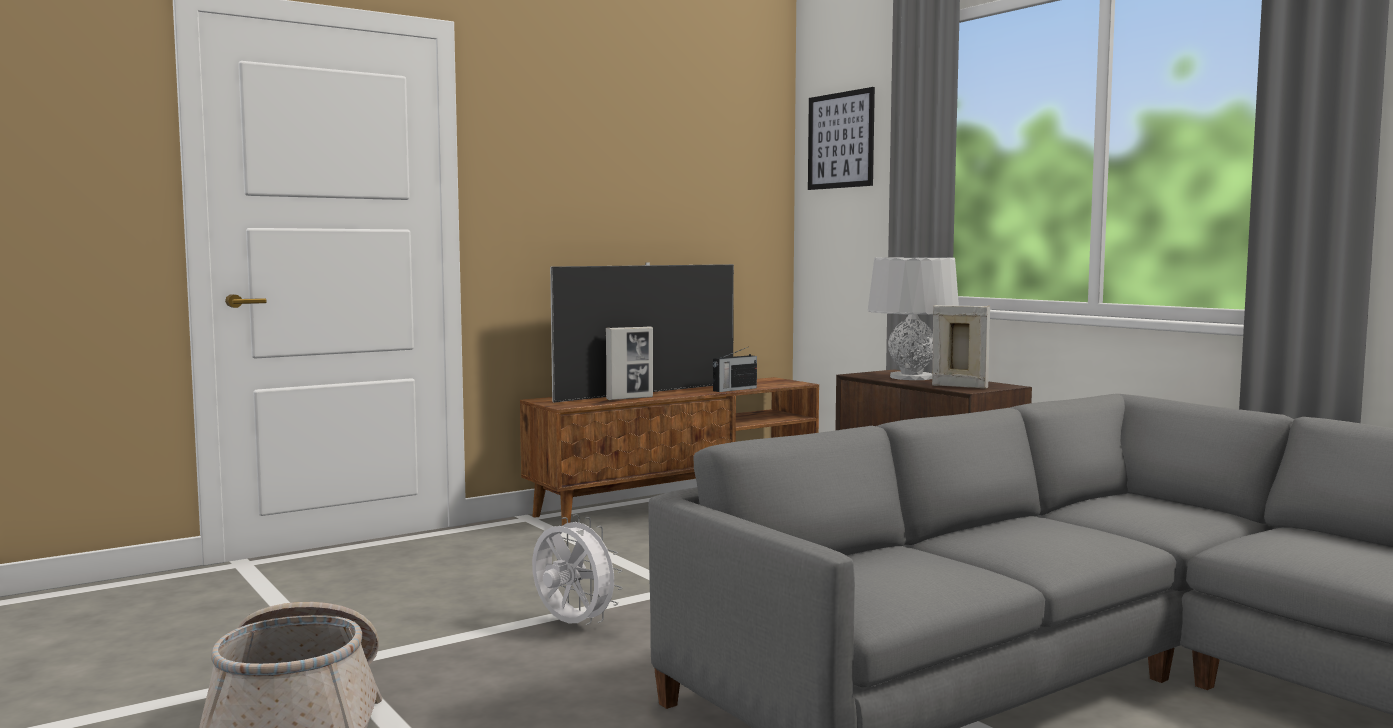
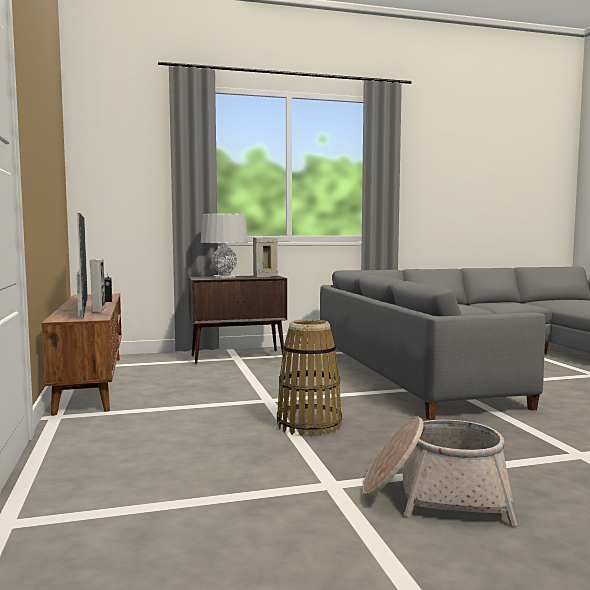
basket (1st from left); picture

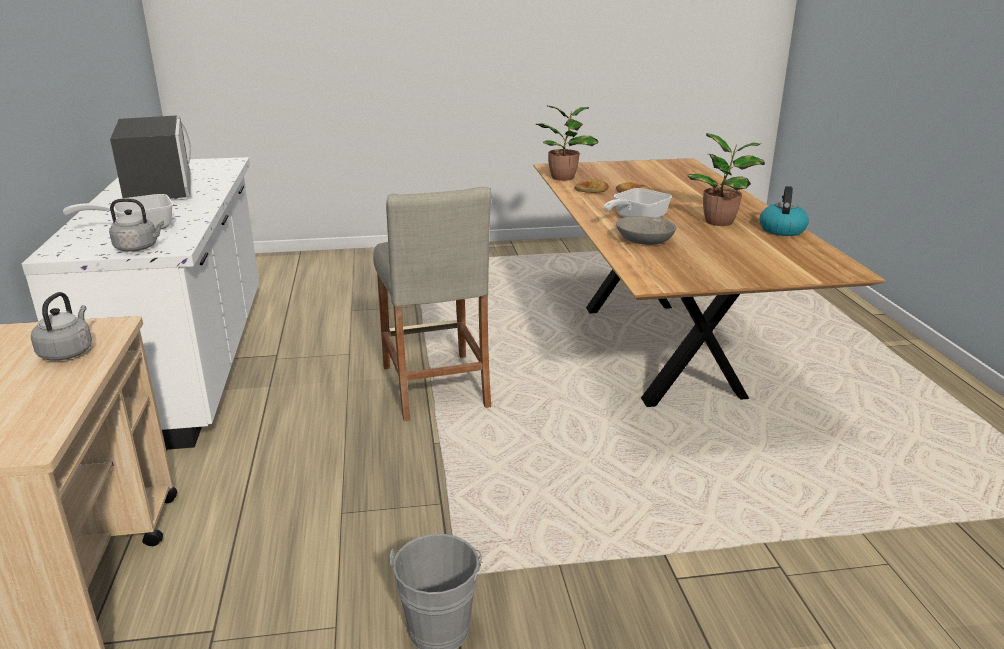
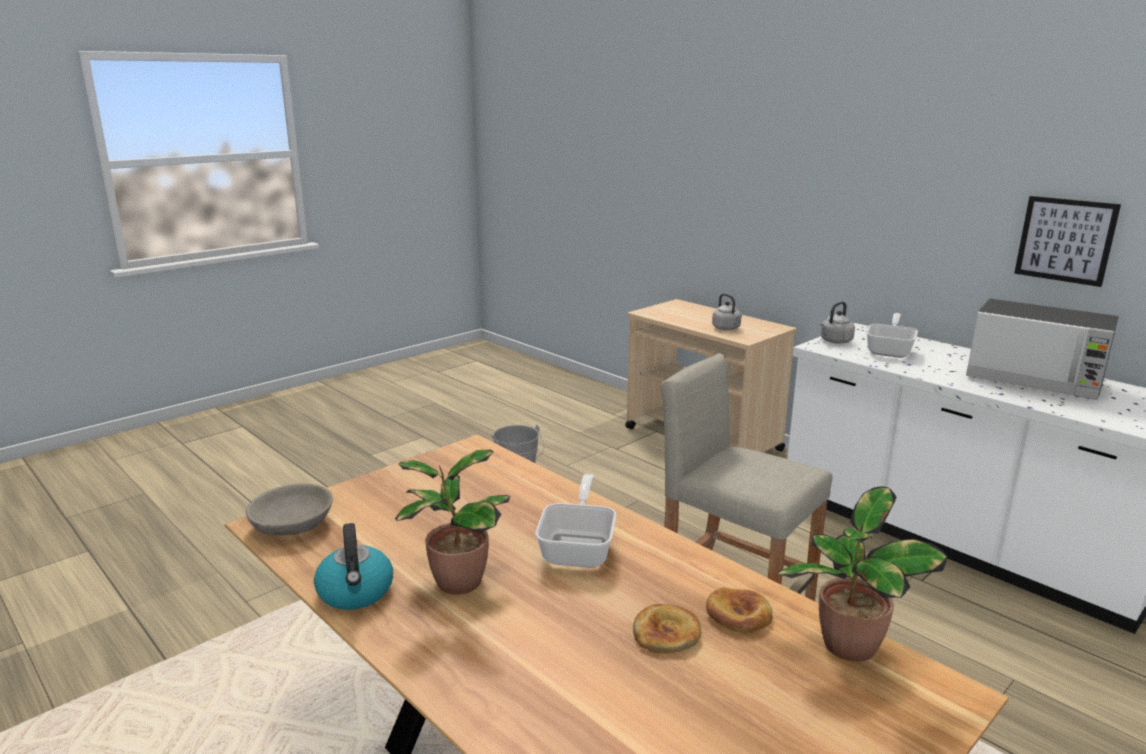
greyish_bowl; picture

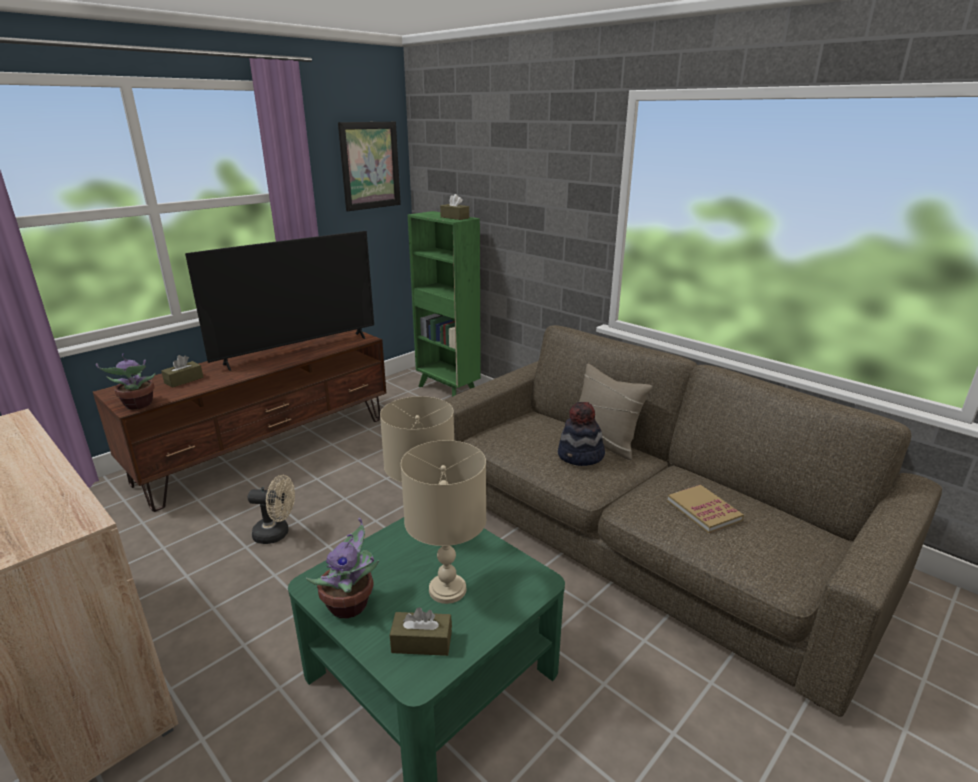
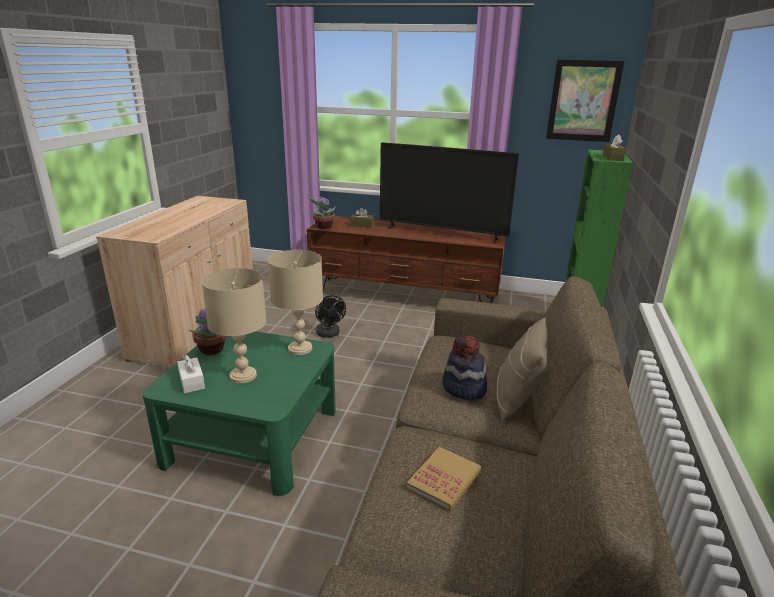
black-coloured_electric_fan; whitish_tissue_holder

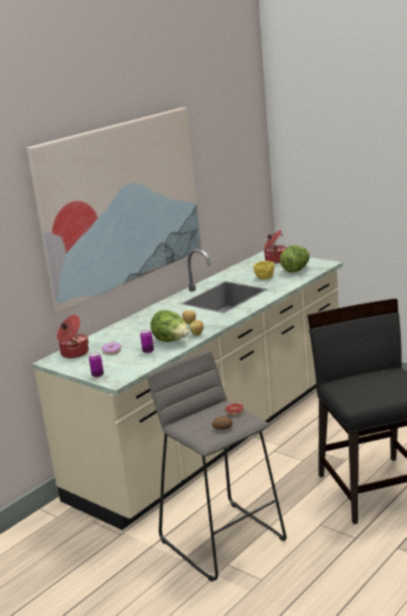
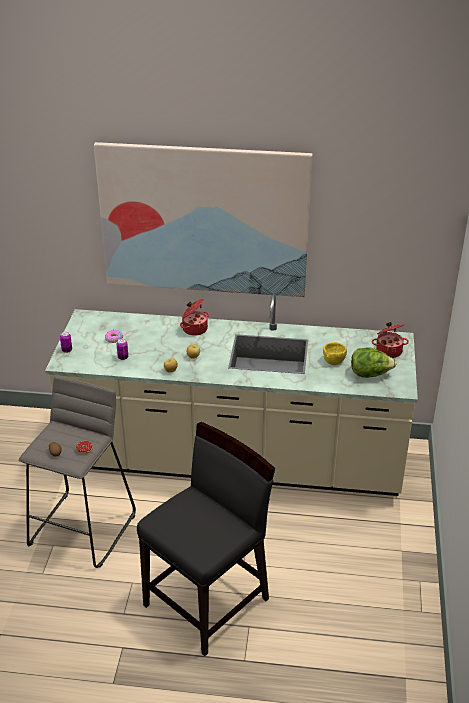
stockpot (1st from left); head_of_lettuce (1st from left in the first image)

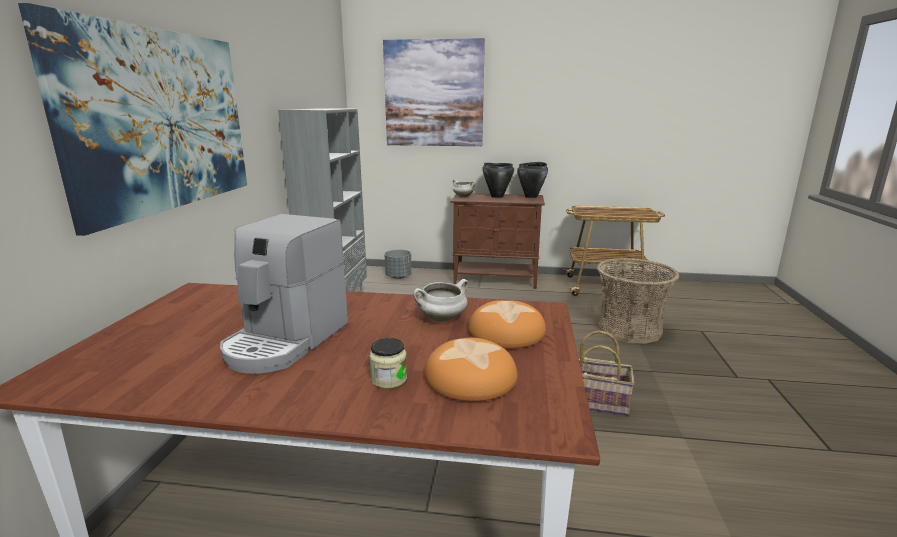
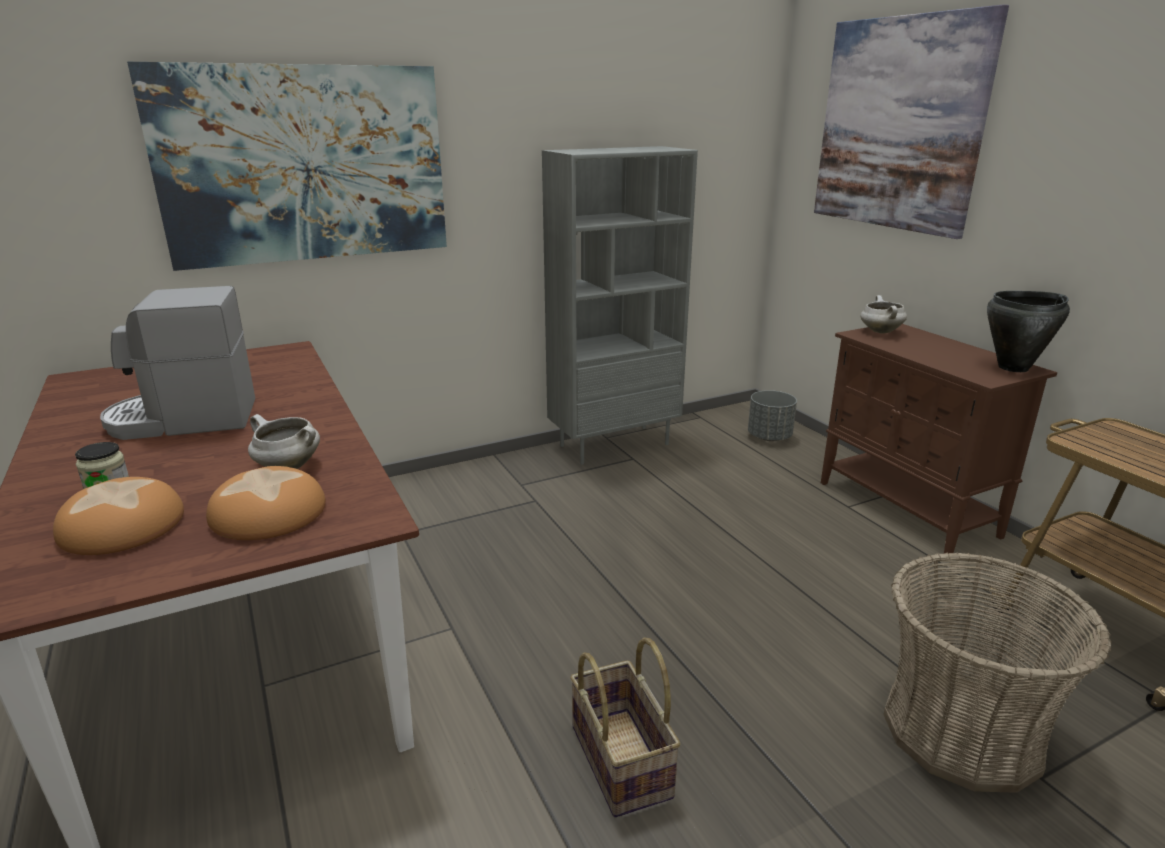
black-coloured_stockpot (1st from left in the first image)

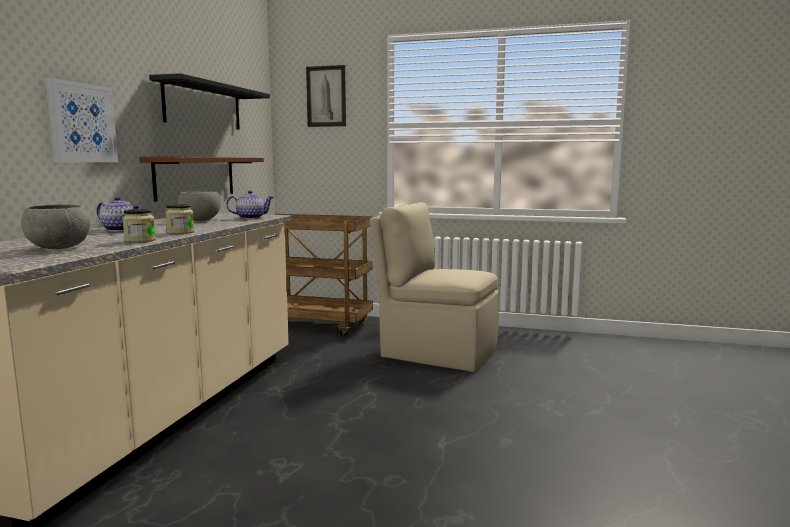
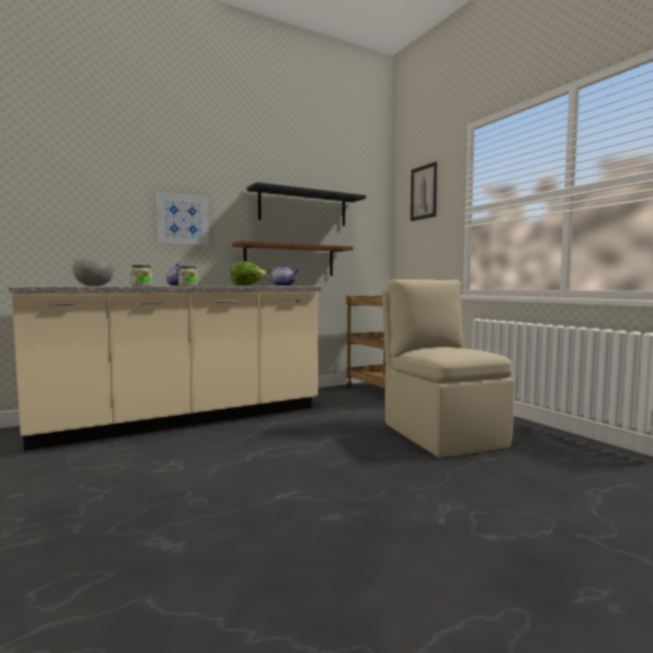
head_of_lettuce

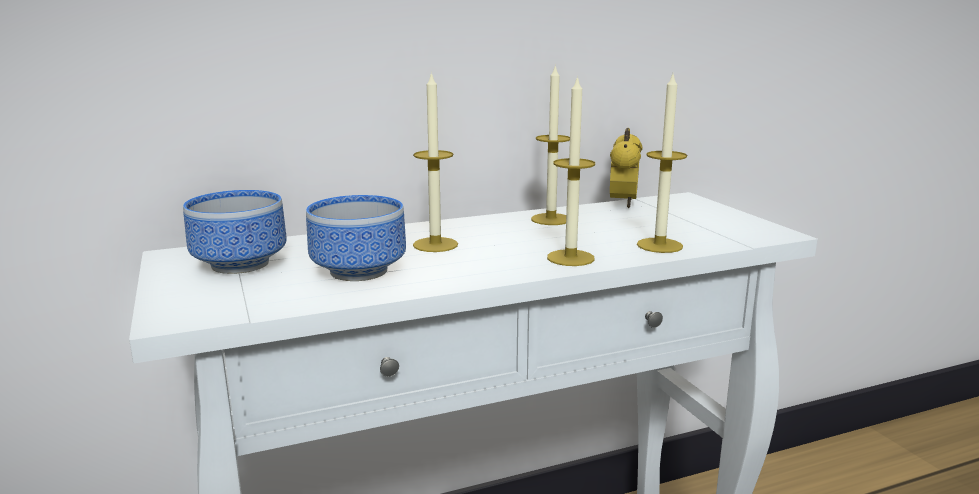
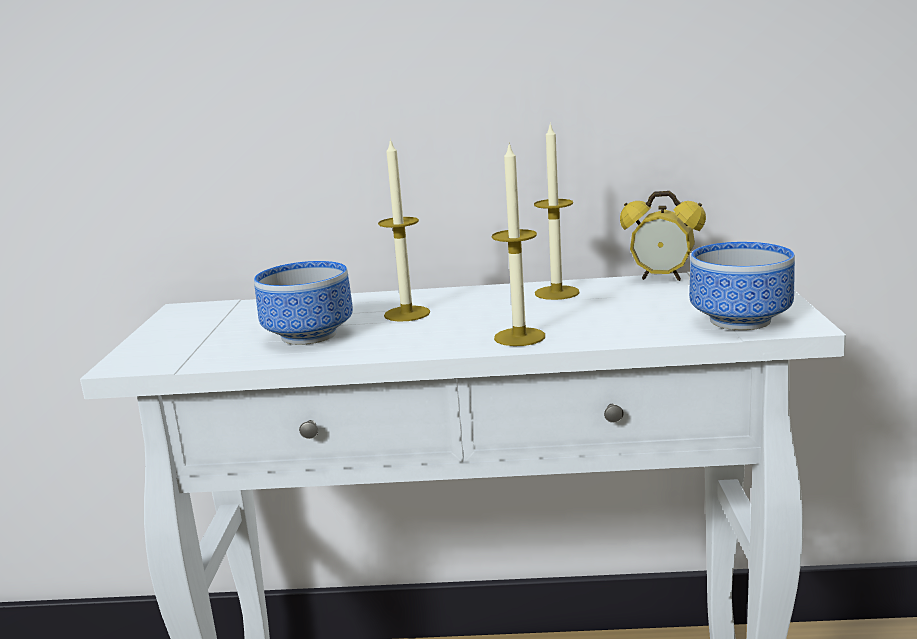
bowl (2nd from left); alarm_clock; wax_light (4th from left in the first image)

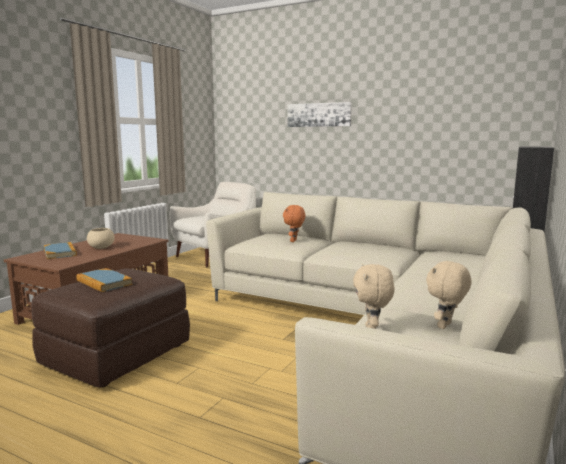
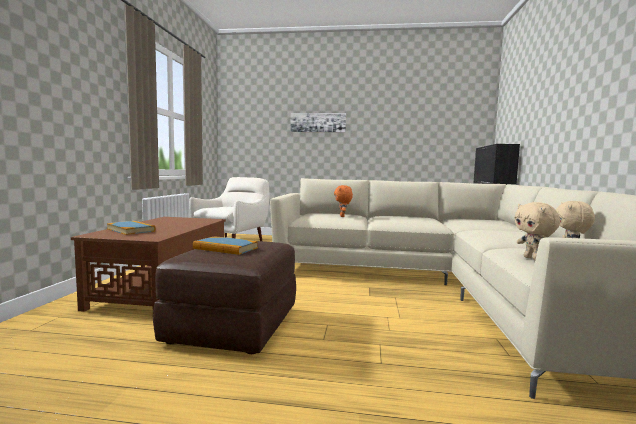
beige_bowl

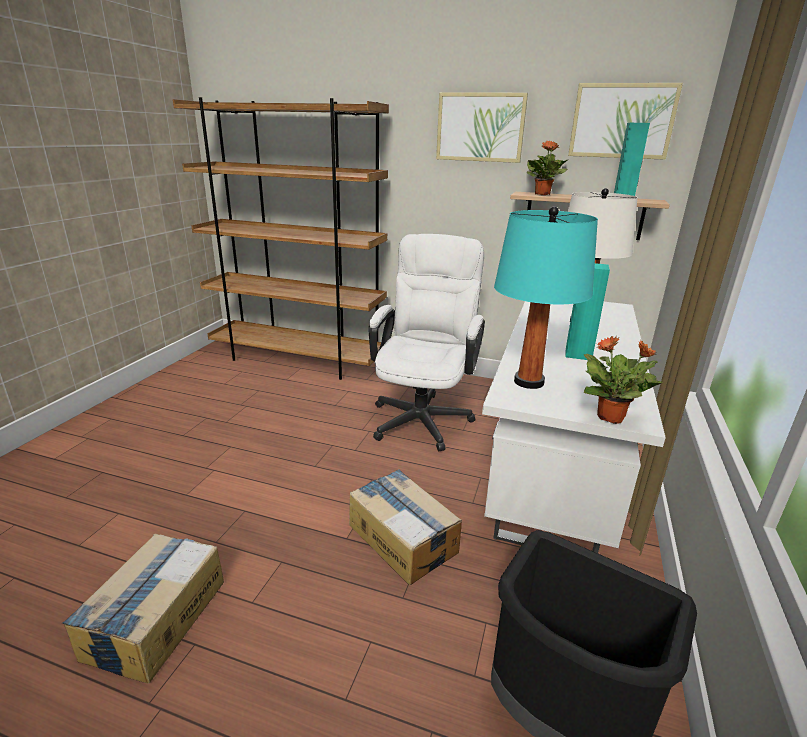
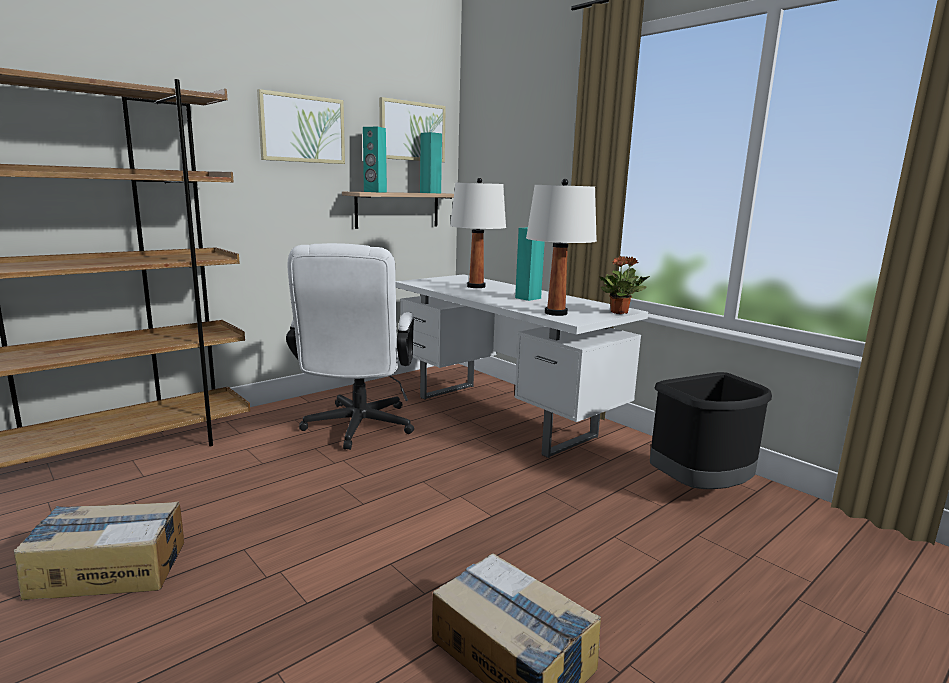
carton (1st from left); whitish_desk_chair; whitish_tabletop_lamp (2nd from left); turquoise-coloured_audio_speaker (1st from left)

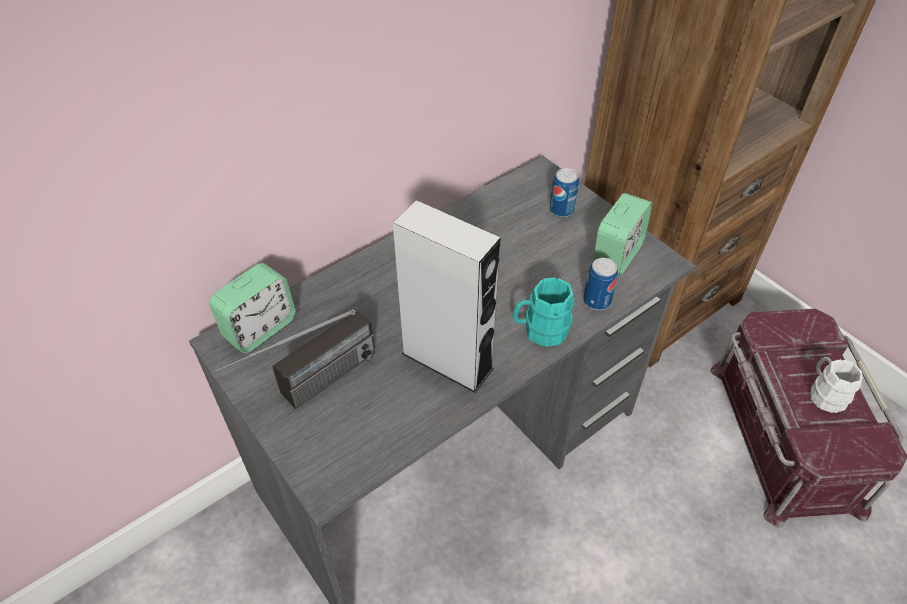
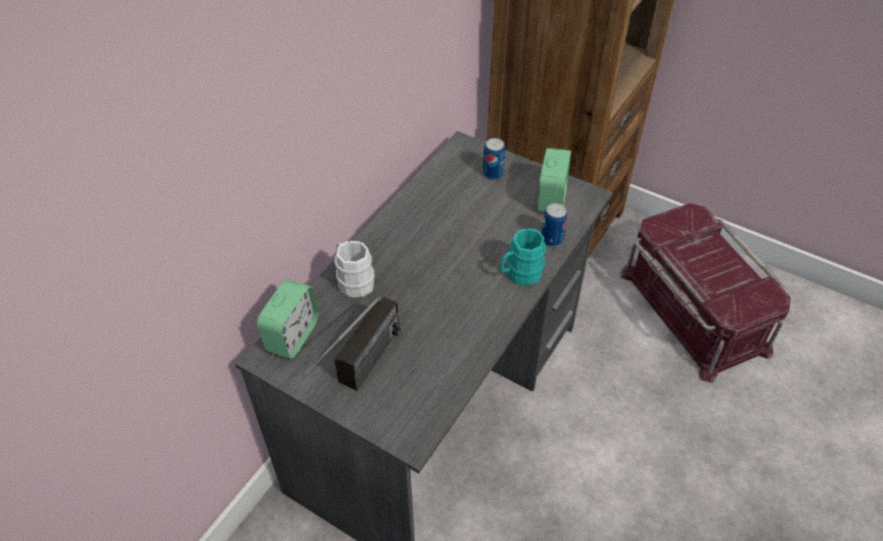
greyish_audio_speaker; whitish_mug

